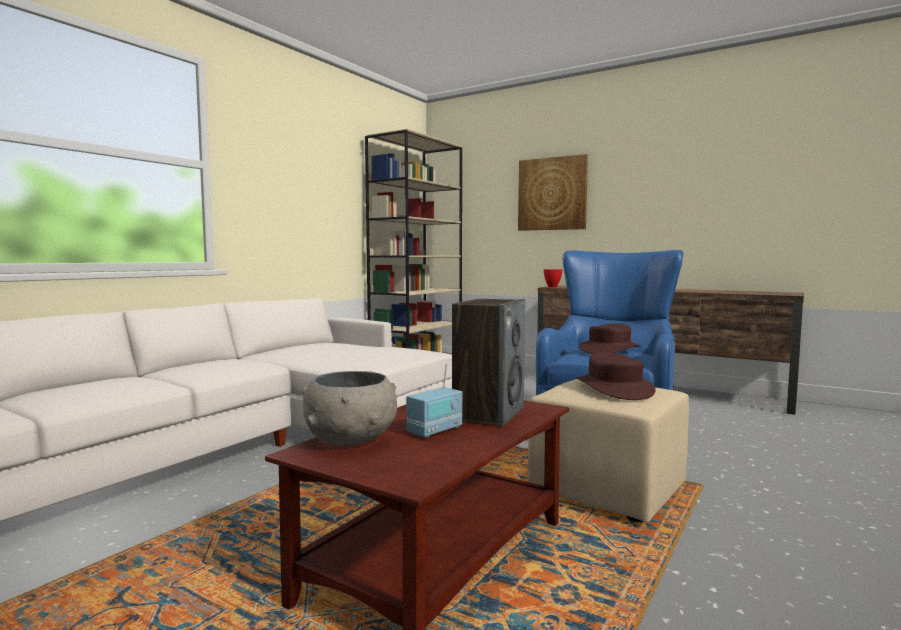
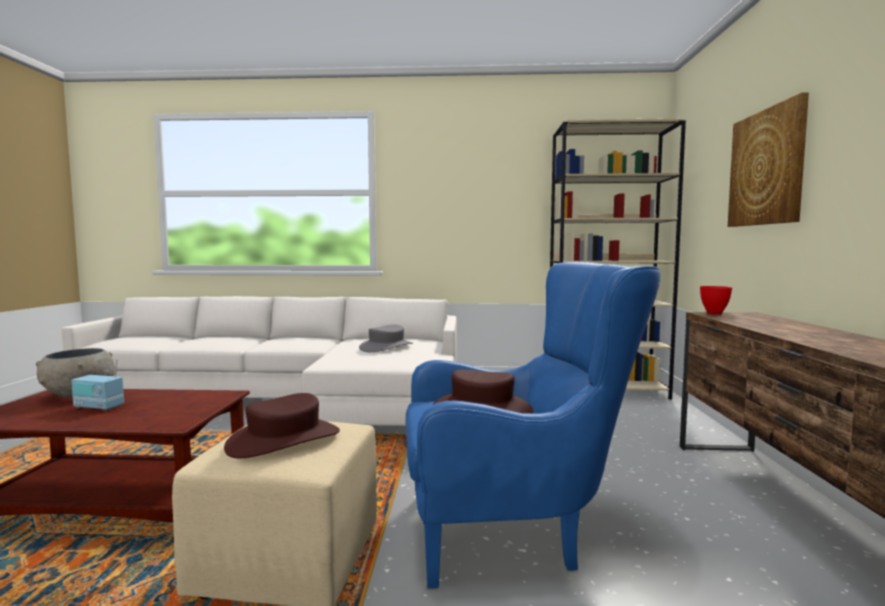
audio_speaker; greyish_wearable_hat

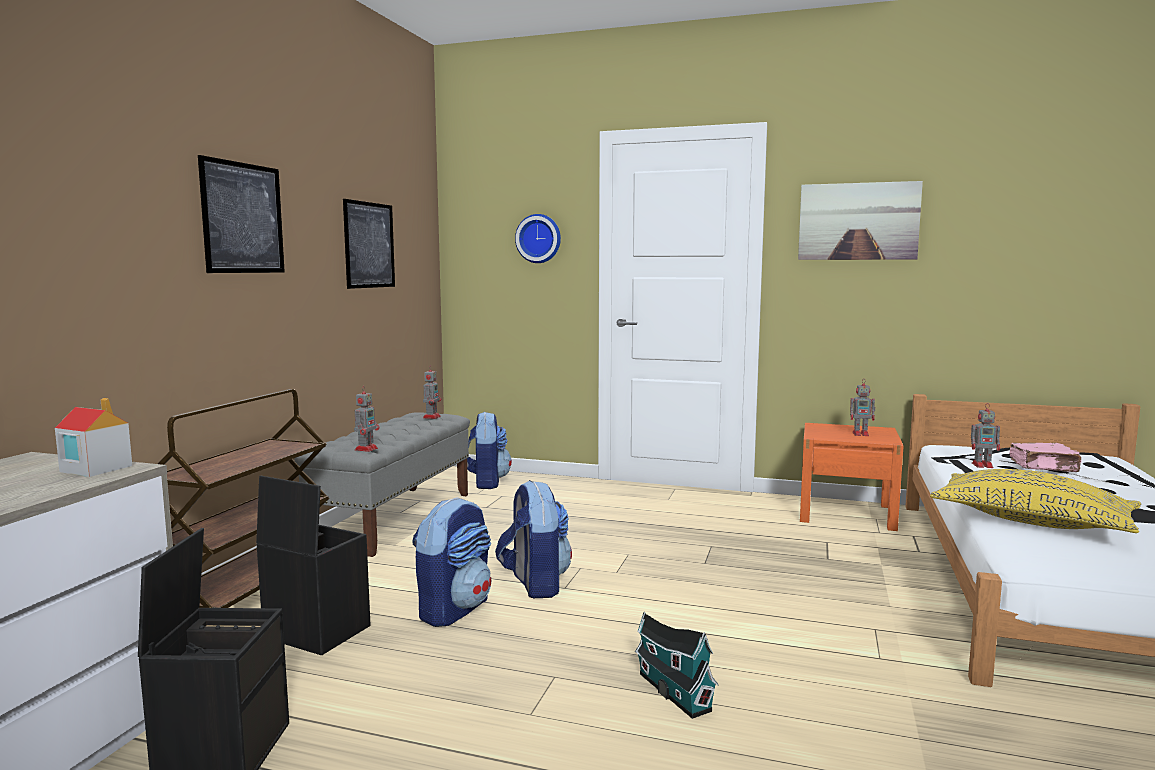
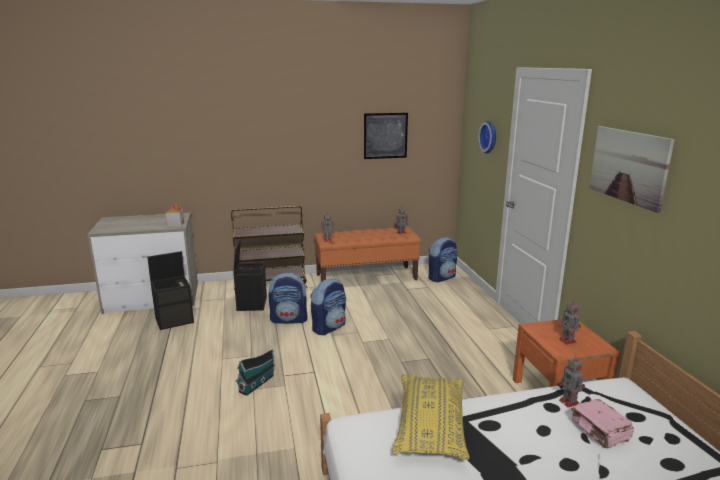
picture (1st from left in the first image); orange_long_seat

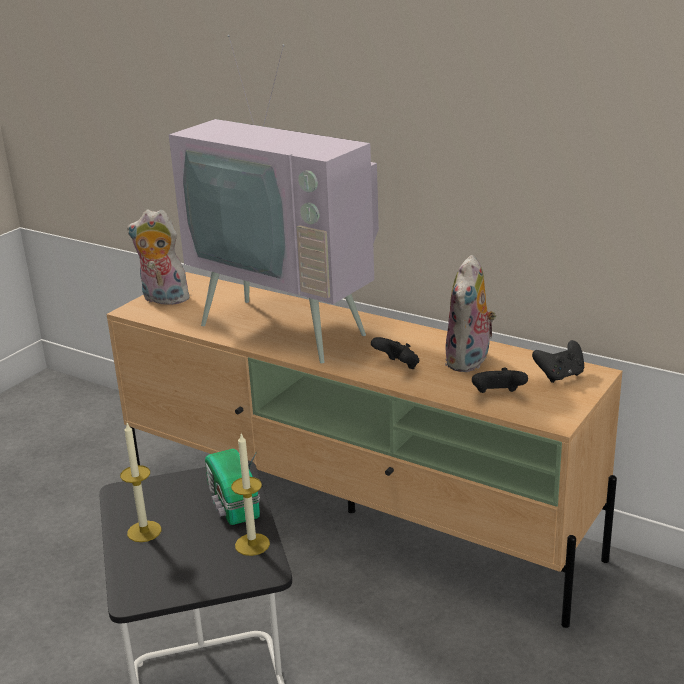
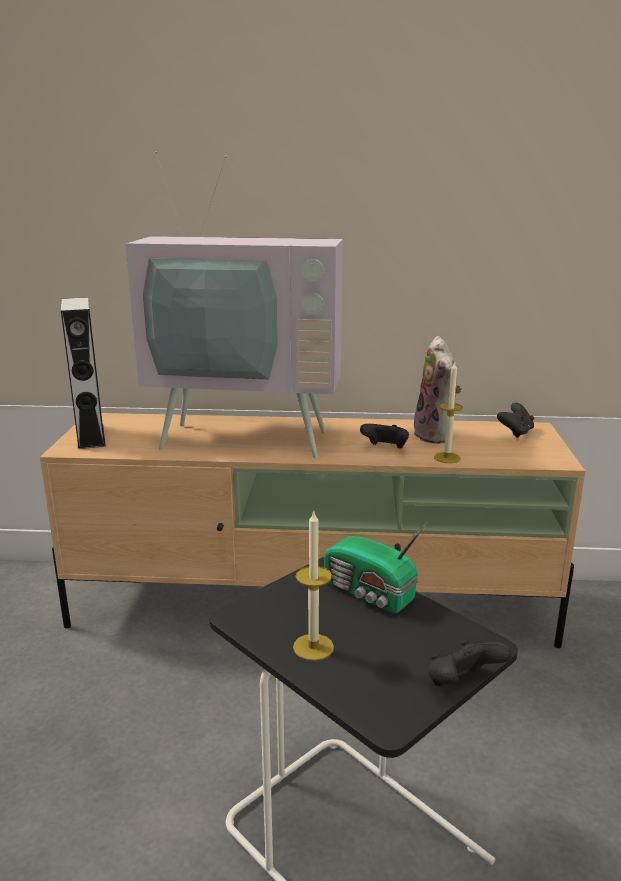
greyish_audio_speaker; wax_light (2nd from left); black-coloured_game_controller (2nd from left)

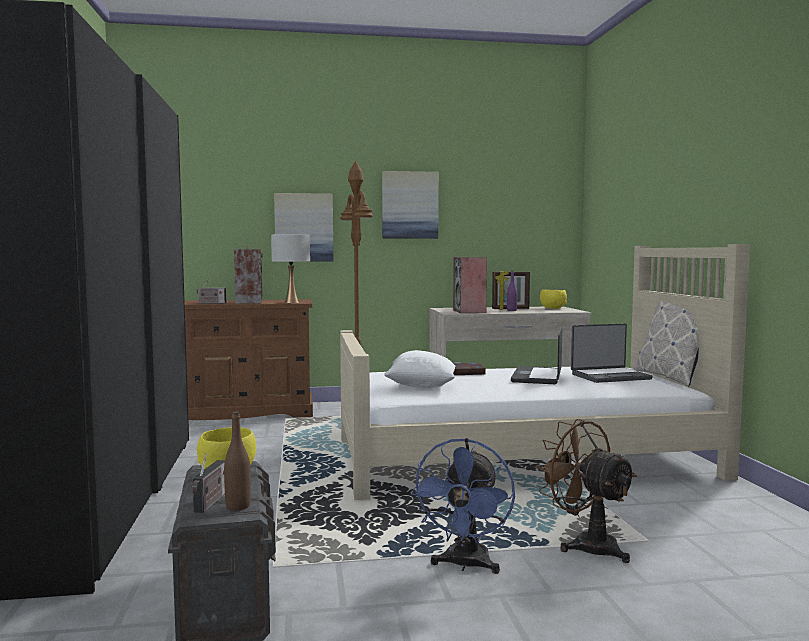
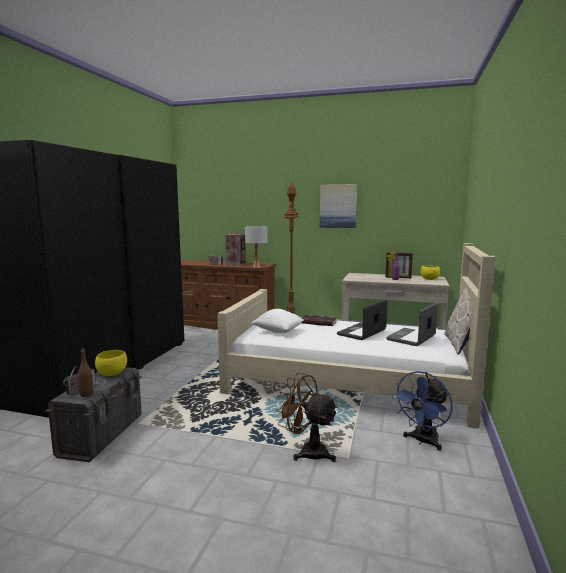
picture (1st from left in the first image); blue-coloured_electric_fan; audio_speaker (2nd from left in the first image); brown_electric_fan; laptop (2nd from left)

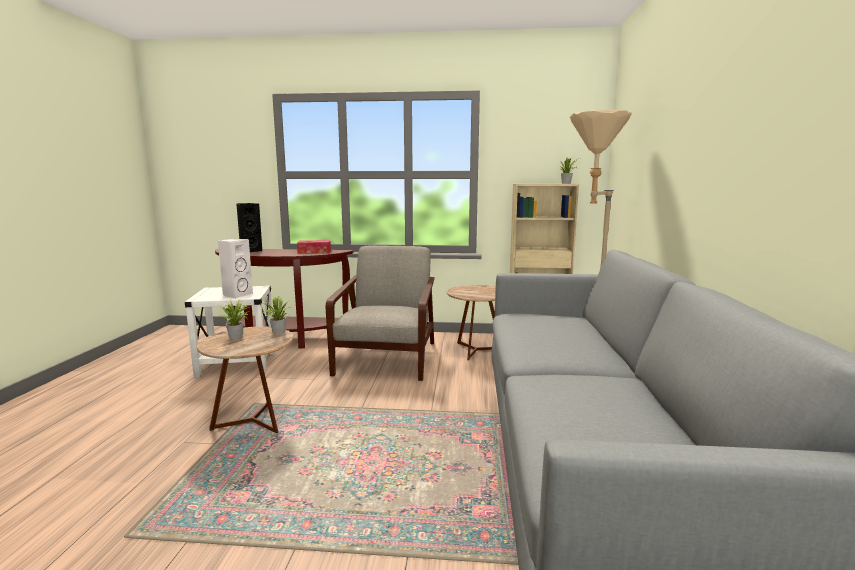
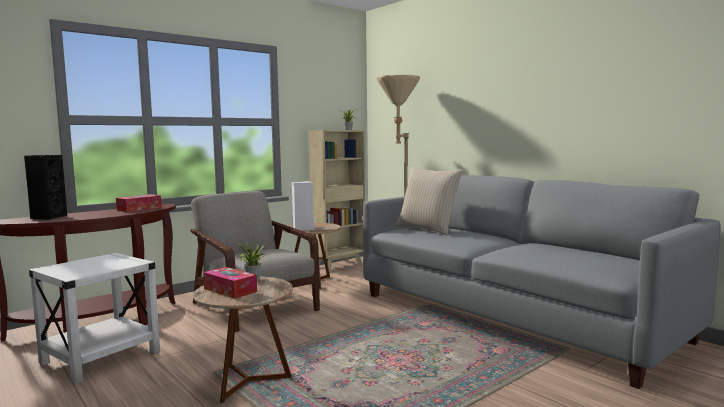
whitish_audio_speaker; tissue_holder (2nd from left); beige_throw_pillow

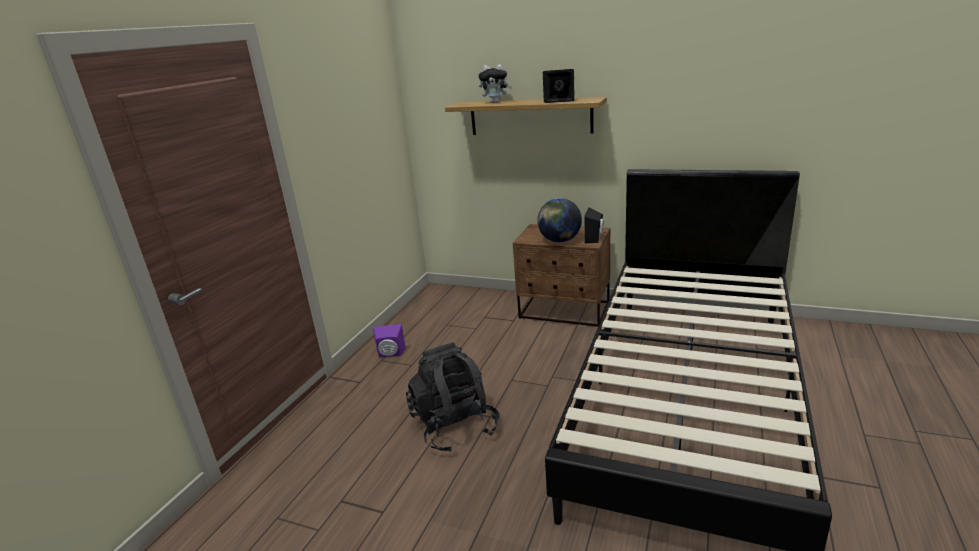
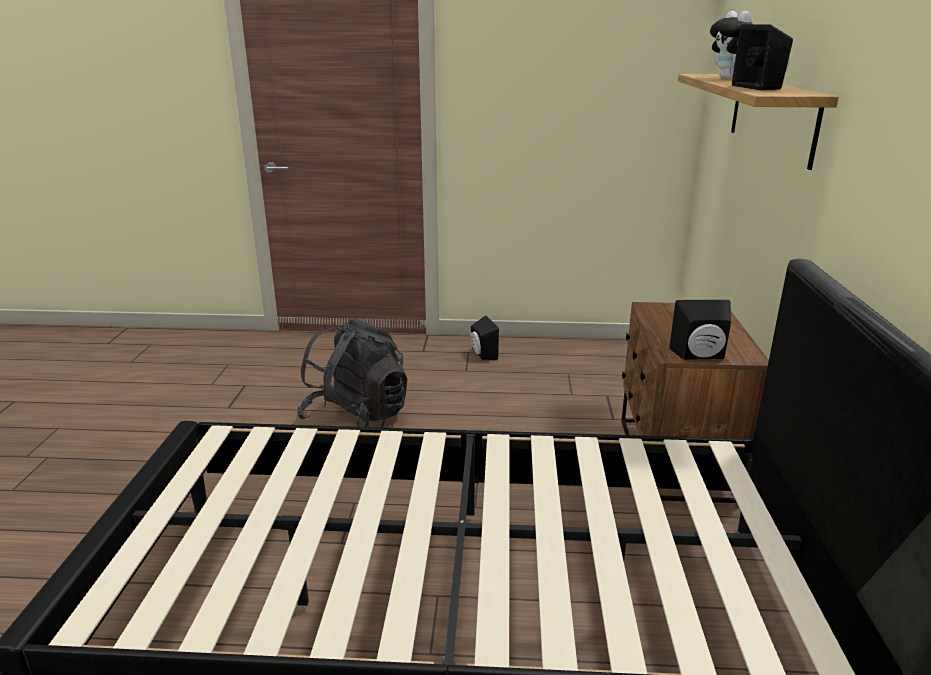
black-coloured_audio_speaker (1st from left); world_globe

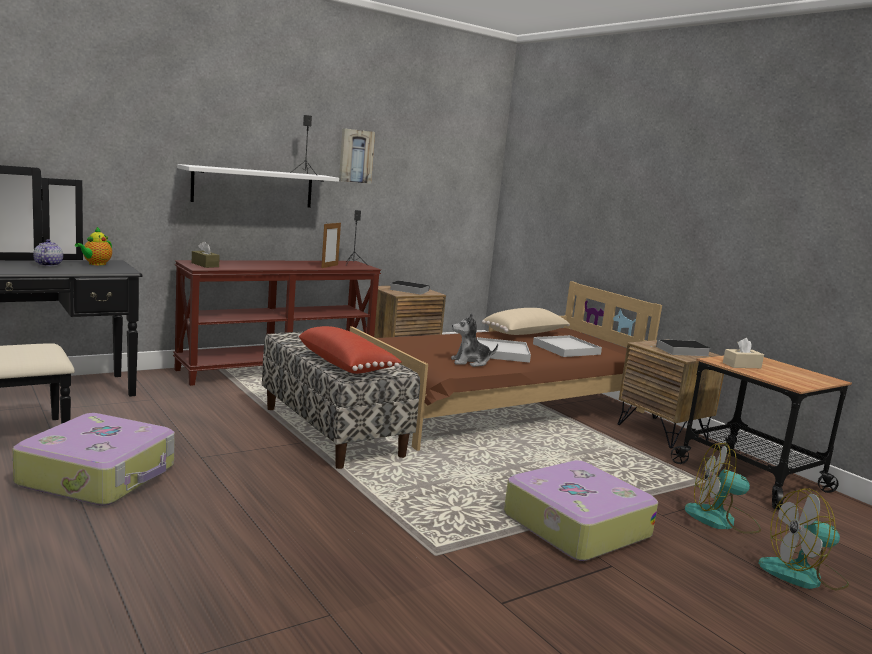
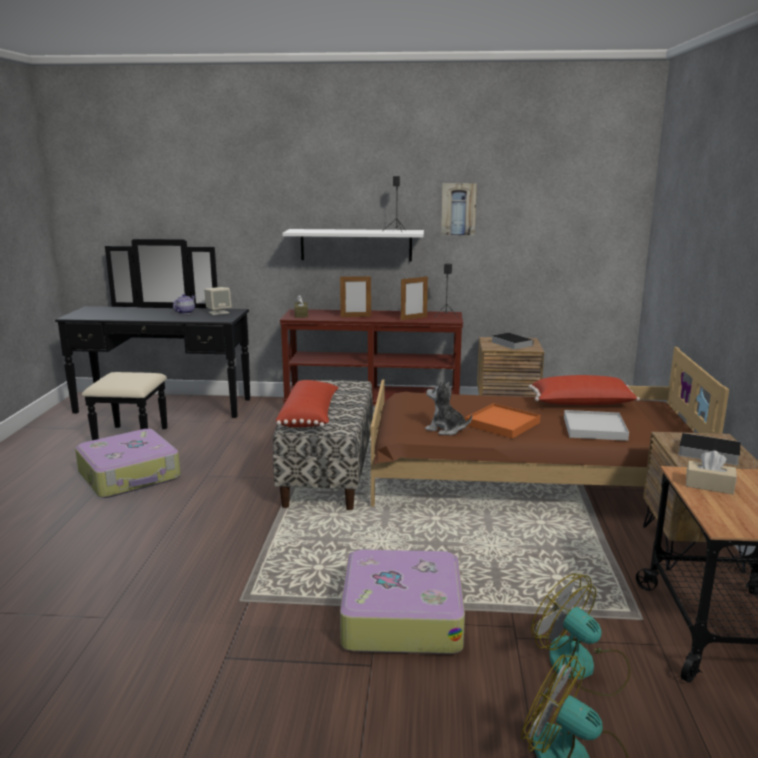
beige_audio_speaker; orange_serving_tray; red-coloured_throw_pillow (2nd from left); photo_frame (1st from left)

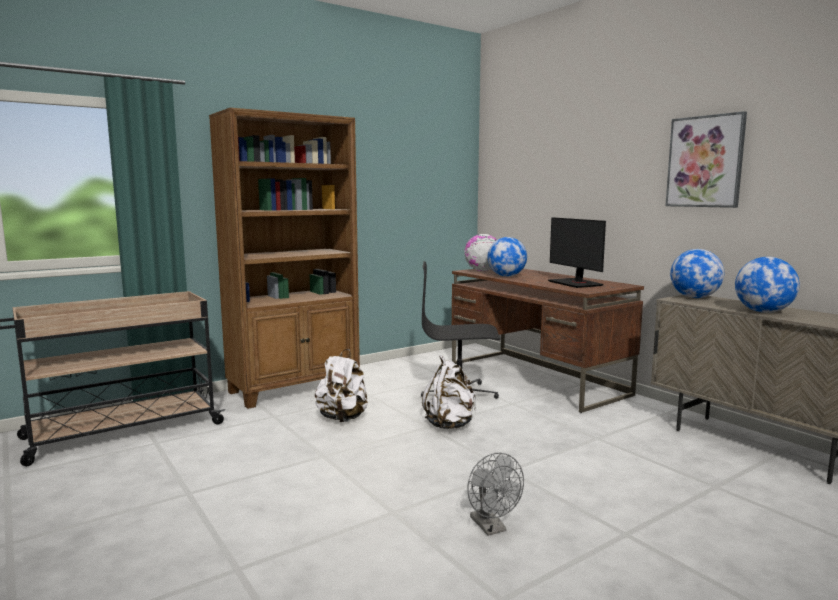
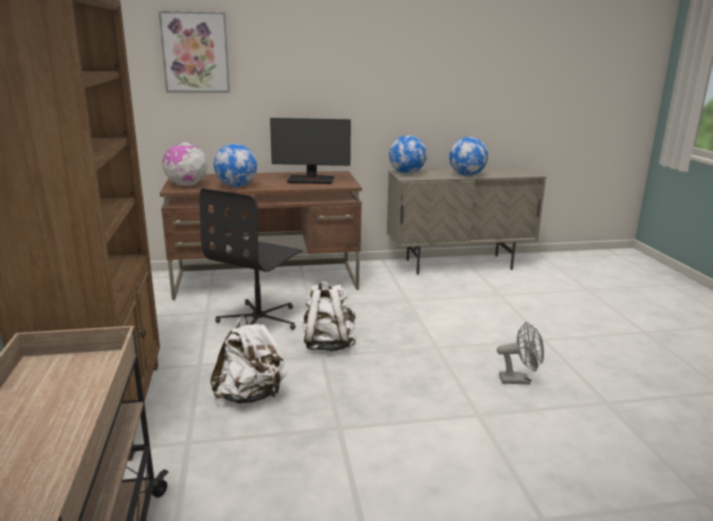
picture

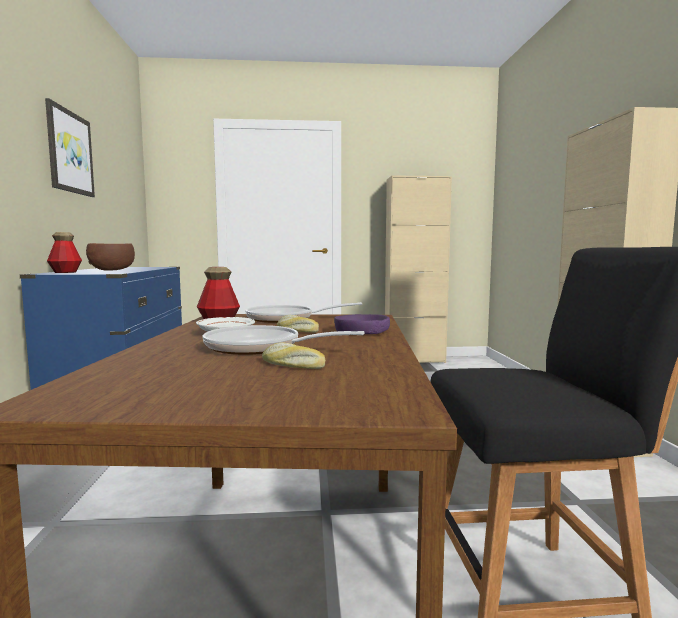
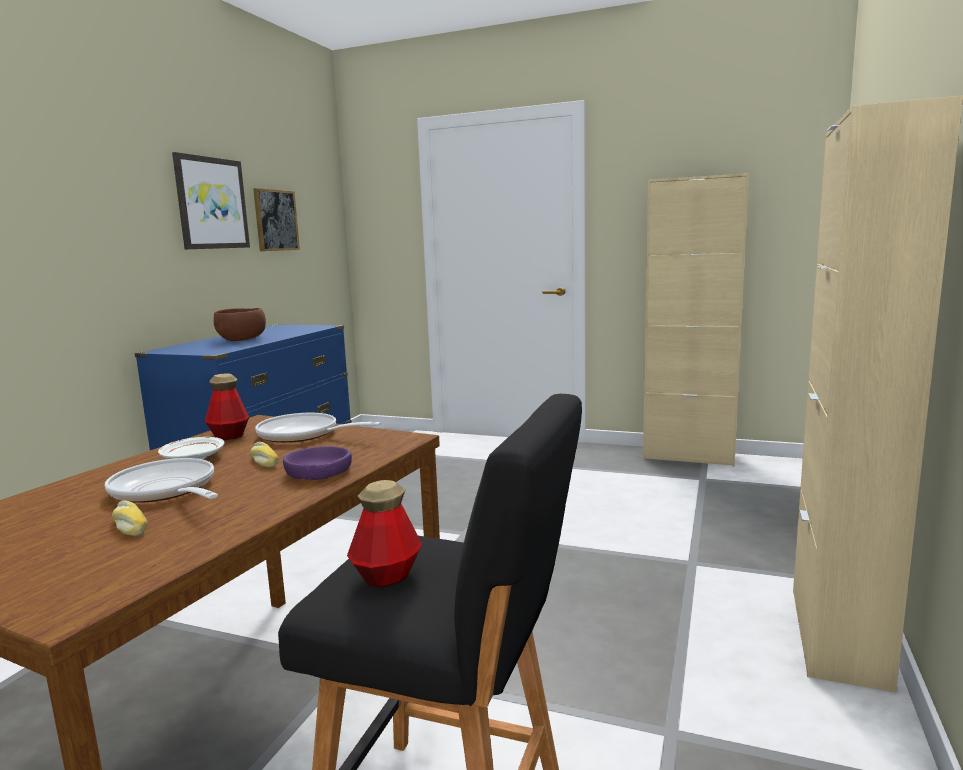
bottle (2nd from left); picture (2nd from left)

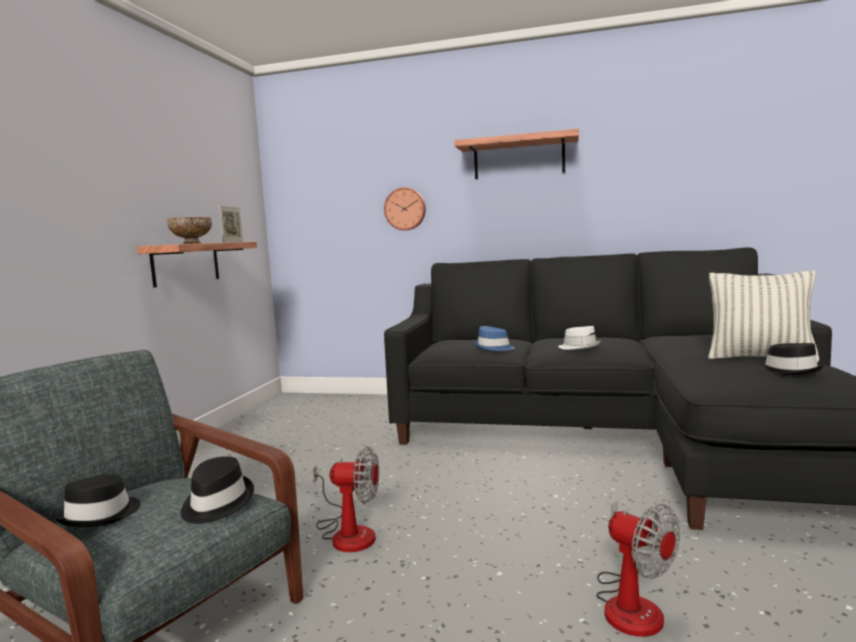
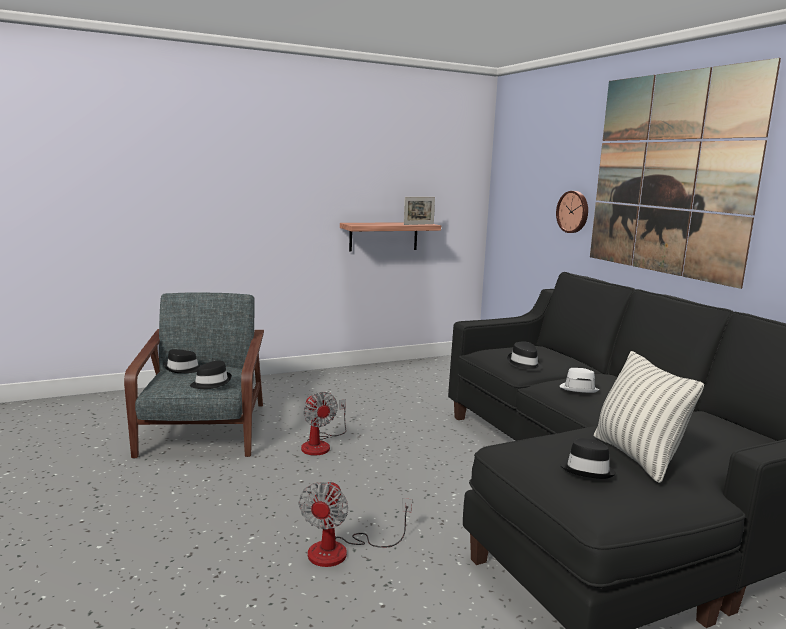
bowl; picture; black-coloured_wearable_hat (3rd from left)

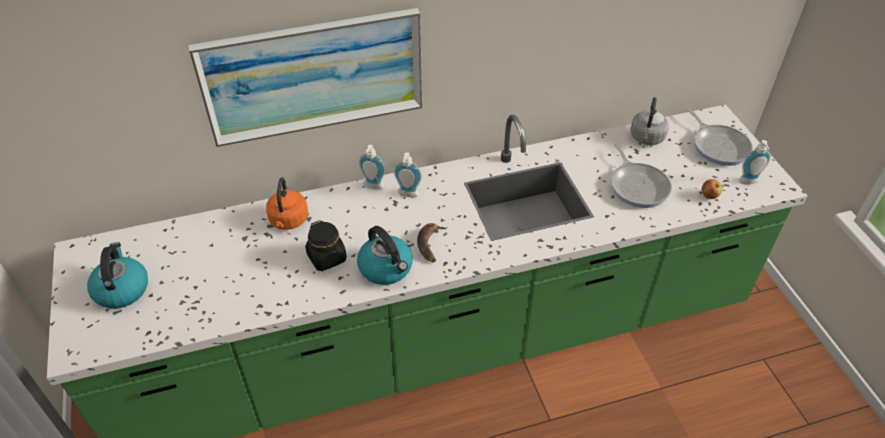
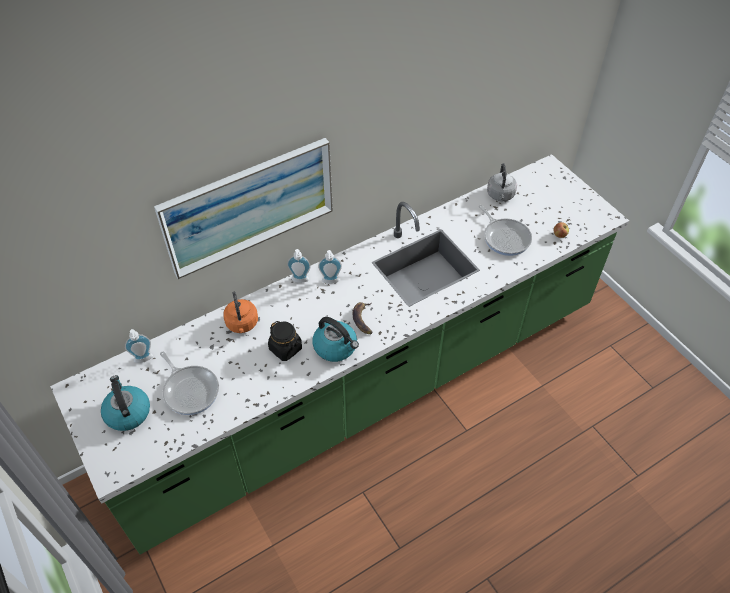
frying_pan (1st from left); soap_dispenser (1st from left)

